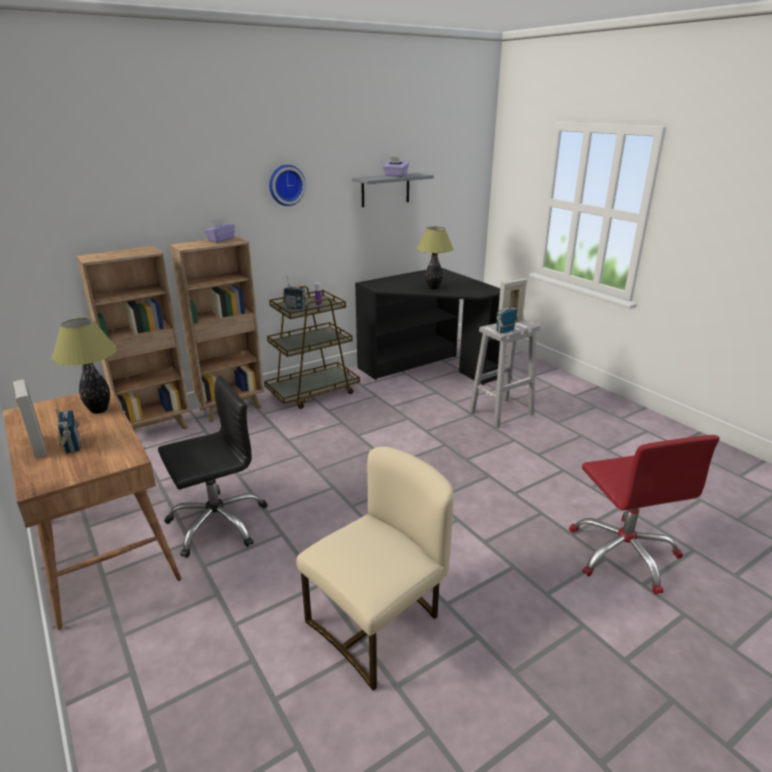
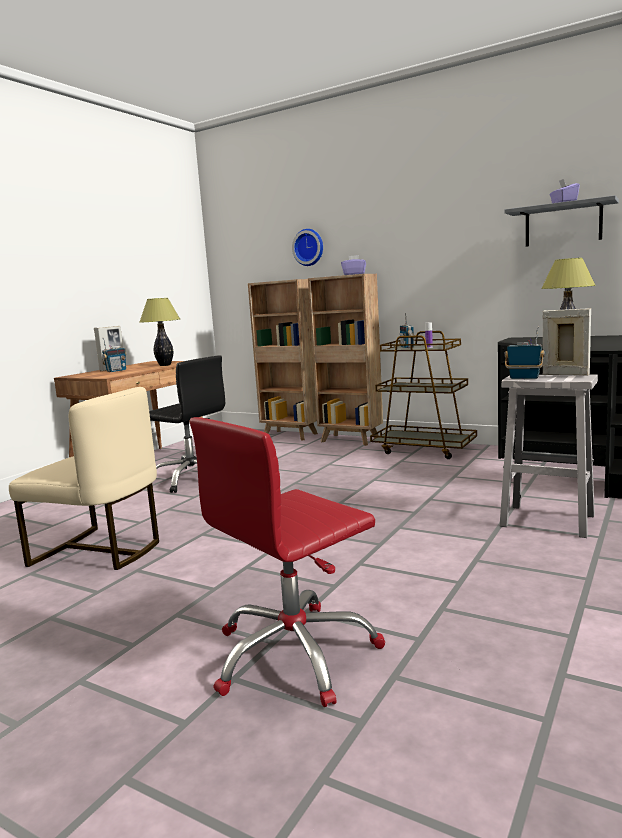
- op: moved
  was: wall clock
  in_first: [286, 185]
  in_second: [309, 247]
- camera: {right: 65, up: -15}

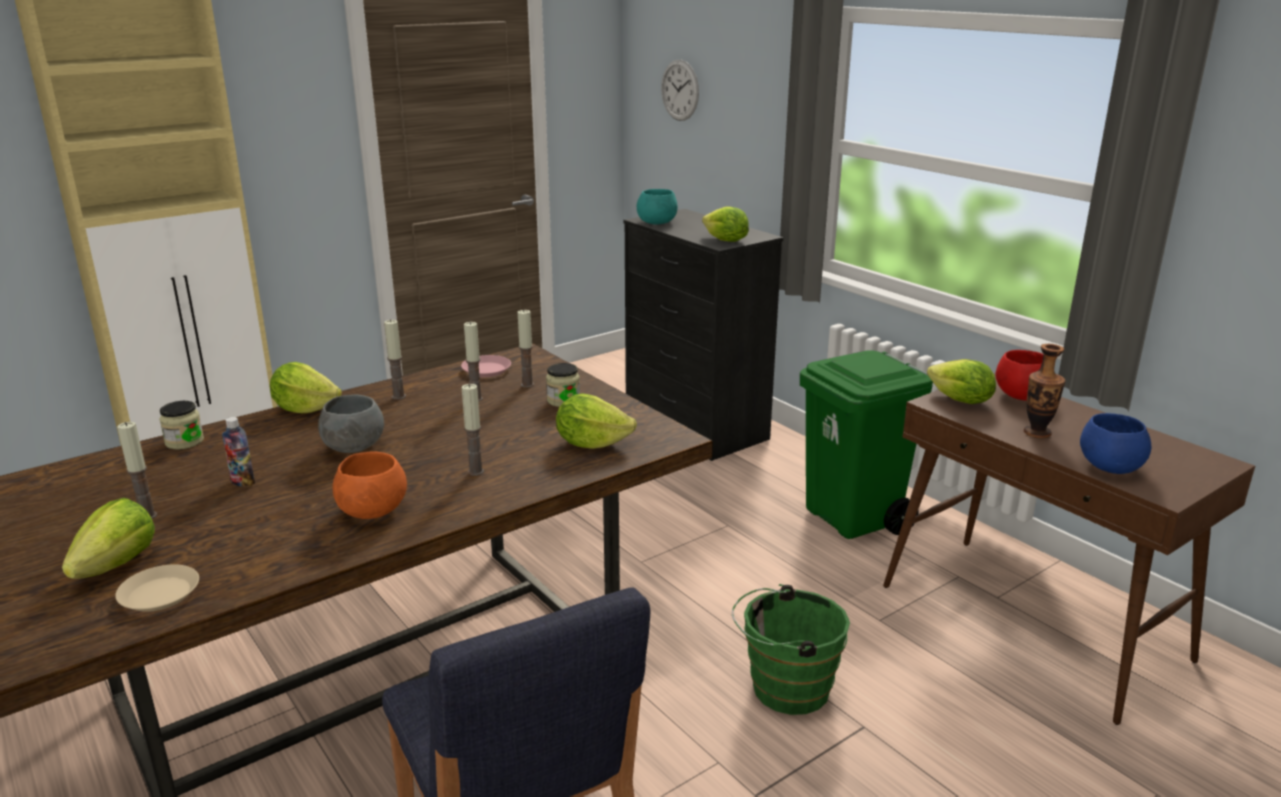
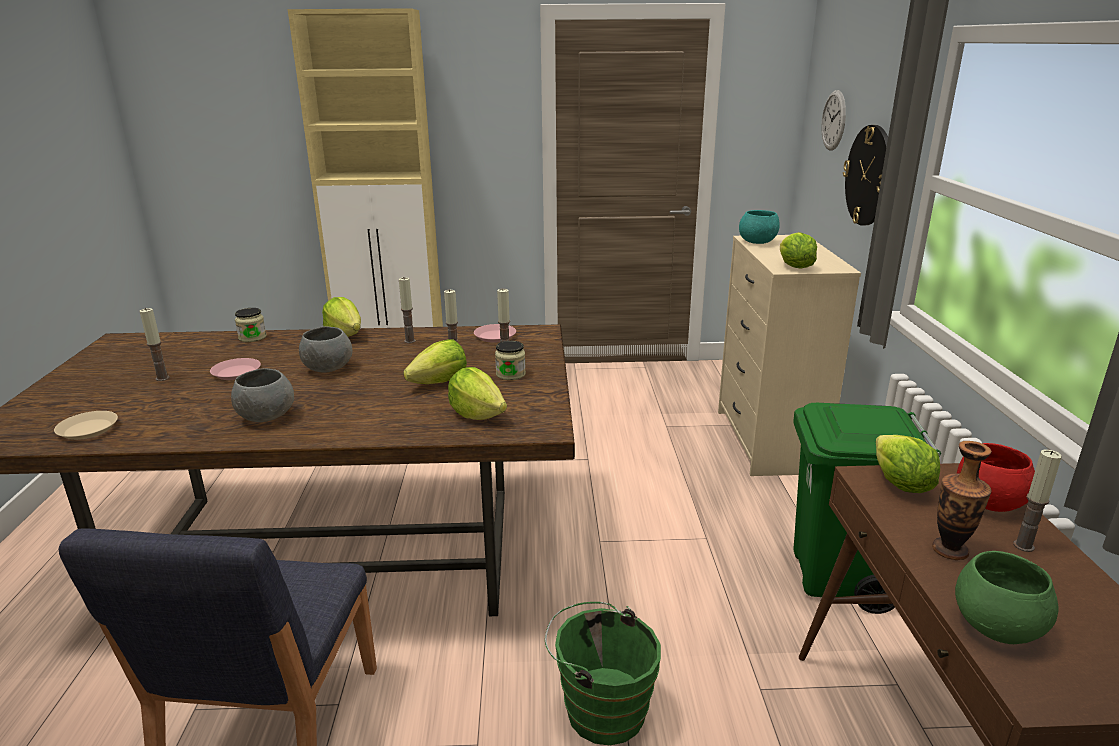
- op: added
  now: wall clock
  in_second: [869, 175]
- op: moved
  was: lettuce
  in_first: [117, 565]
  in_second: [439, 382]
- op: moved
  was: candle
  in_first: [476, 471]
  in_second: [1023, 546]
- op: replaced
  was: bottle
  now: pink plate
  in_first: [243, 482]
  in_second: [237, 373]
- op: recoloured
  was: orange bowl
  now: grey bowl
  in_first: [372, 511]
  in_second: [266, 417]
- op: recoloured
  was: black dresser
  now: beige dresser
  in_first: [694, 426]
  in_second: [767, 441]
- op: recoloured
  was: blue bowl
  now: green bowl
  in_first: [1110, 467]
  in_second: [997, 627]
- camera: {right: 35, up: 0}

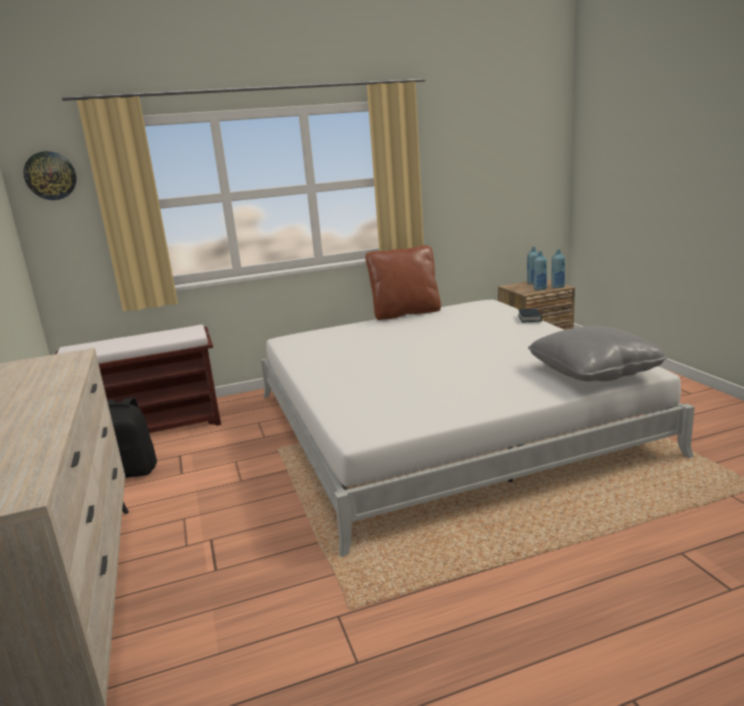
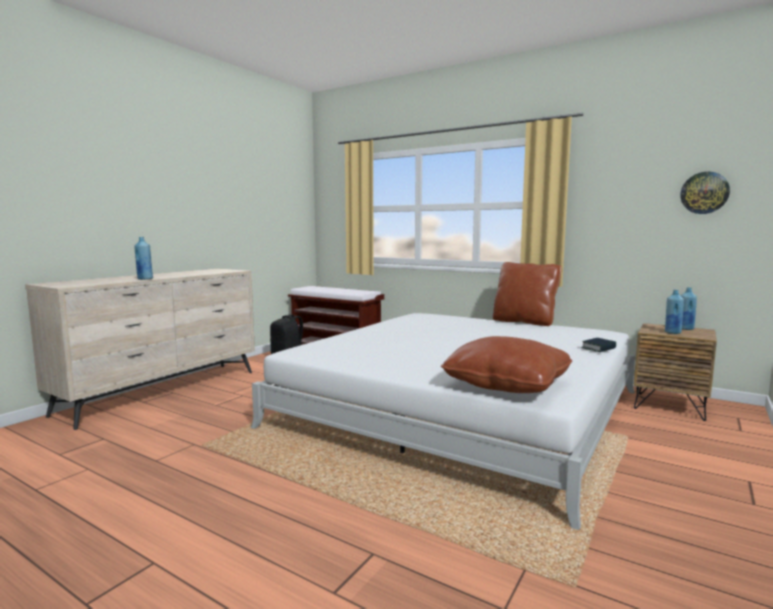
- op: moved
  was: wall clock
  in_first: [50, 175]
  in_second: [704, 193]
- op: moved
  was: blue bottle
  in_first: [557, 287]
  in_second: [145, 279]
- op: recoloured
  was: grey pillow
  now: brown pillow
  in_first: [593, 372]
  in_second: [506, 384]
- camera: {right: 50, up: -10}

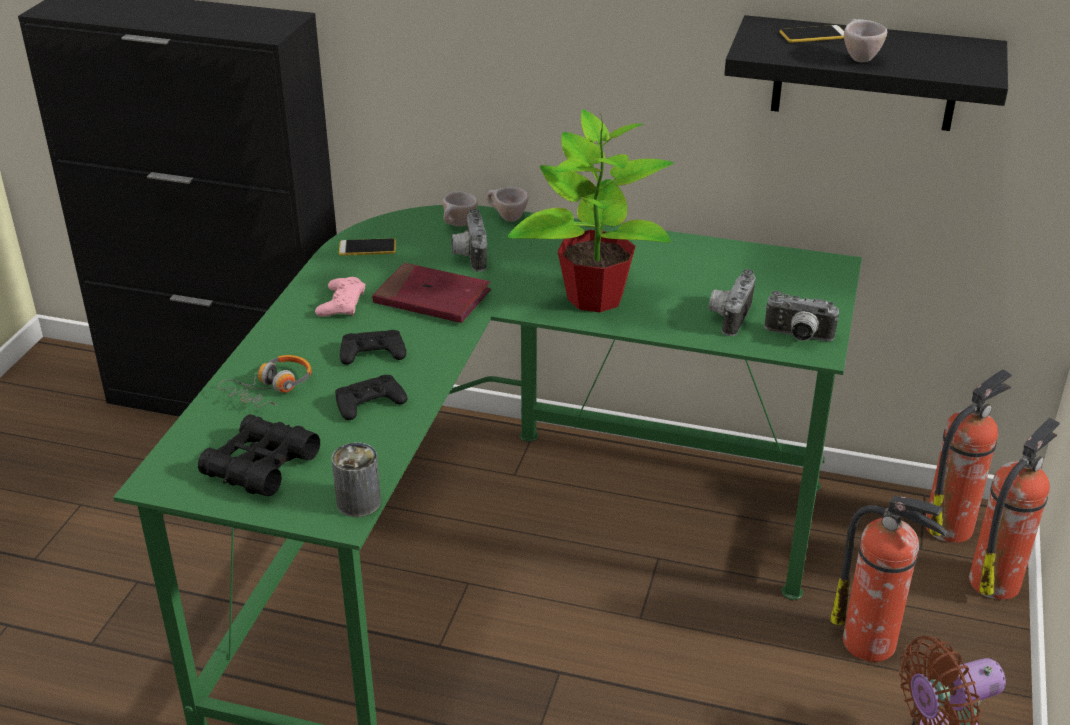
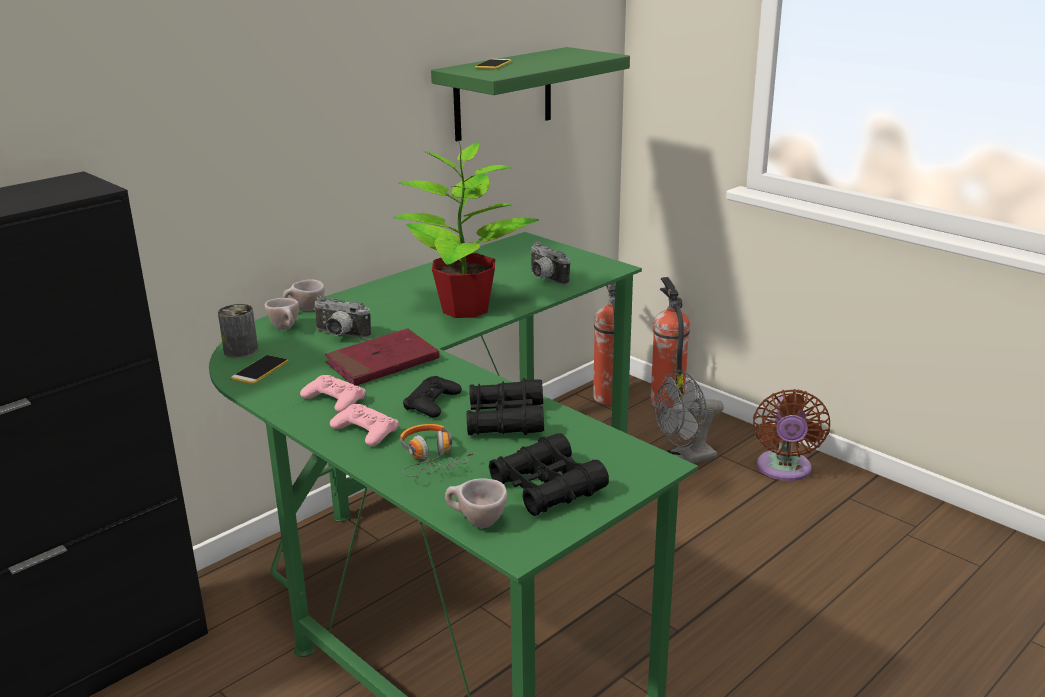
- op: removed
  was: photo camera
  in_first: [797, 337]
- op: added
  now: pink game controller
  in_second: [365, 431]
- op: moved
  was: can
  in_first: [358, 502]
  in_second: [241, 351]
- op: moved
  was: beige cup
  in_first: [857, 57]
  in_second: [476, 523]
- op: replaced
  was: black game controller
  now: black binoculars
  in_first: [369, 403]
  in_second: [505, 420]
- op: replaced
  was: fire extinguisher
  now: grey fan
  in_first: [872, 643]
  in_second: [685, 459]
- op: recoloured
  was: black shelf
  now: green shelf
  in_first: [865, 74]
  in_second: [503, 94]
- camera: {right: -60, up: -10}

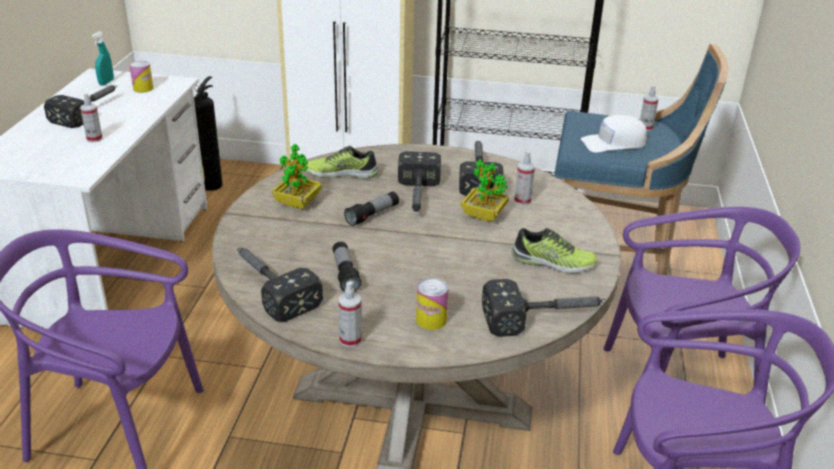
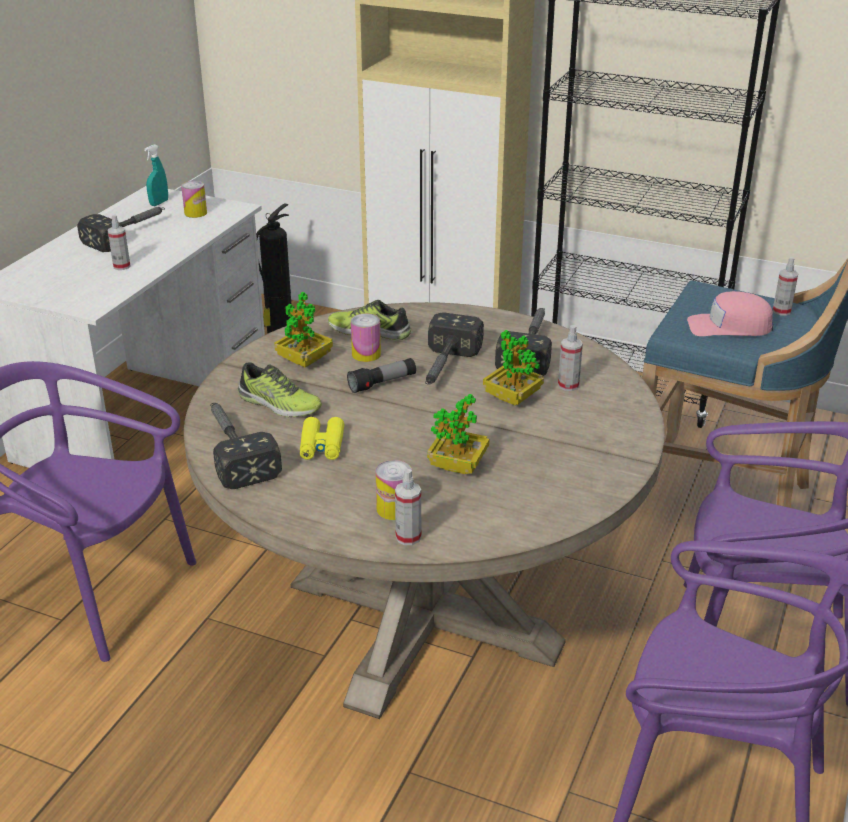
- op: removed
  was: hammer
  in_first: [545, 317]
- op: added
  now: can
  in_second: [366, 354]
- op: added
  now: potted plant
  in_second: [458, 466]
- op: moved
  was: spray bottle
  in_first: [350, 340]
  in_second: [408, 537]
- op: moved
  was: shoe
  in_first: [553, 262]
  in_second: [278, 404]
- op: replaced
  was: flashlight
  now: yellow binoculars
  in_first: [345, 274]
  in_second: [322, 445]
- op: recoloured
  was: white cap
  now: pink cap
  in_first: [614, 143]
  in_second: [729, 326]
- camera: {right: 15, up: 0}

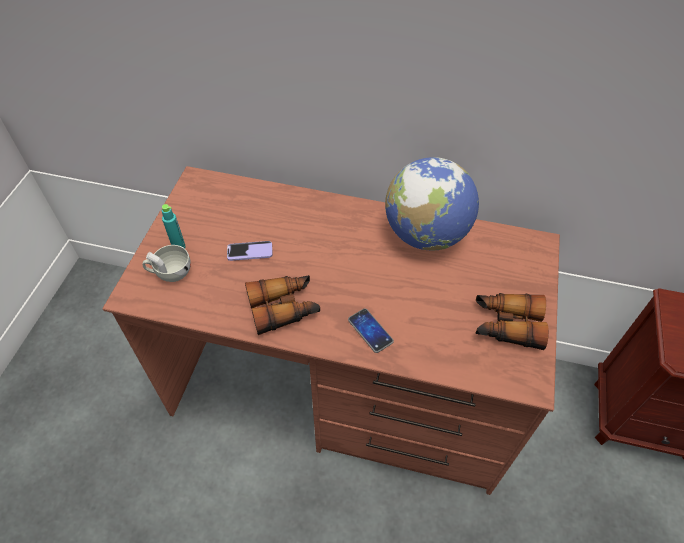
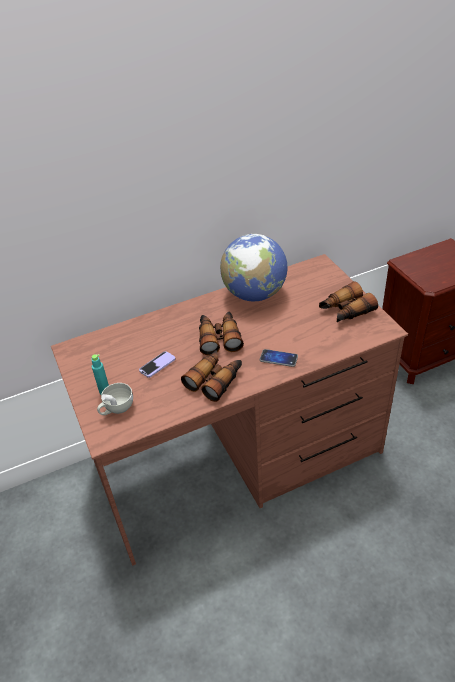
- op: added
  now: binoculars
  in_second: [219, 337]
- camera: {right: -35, up: -10}

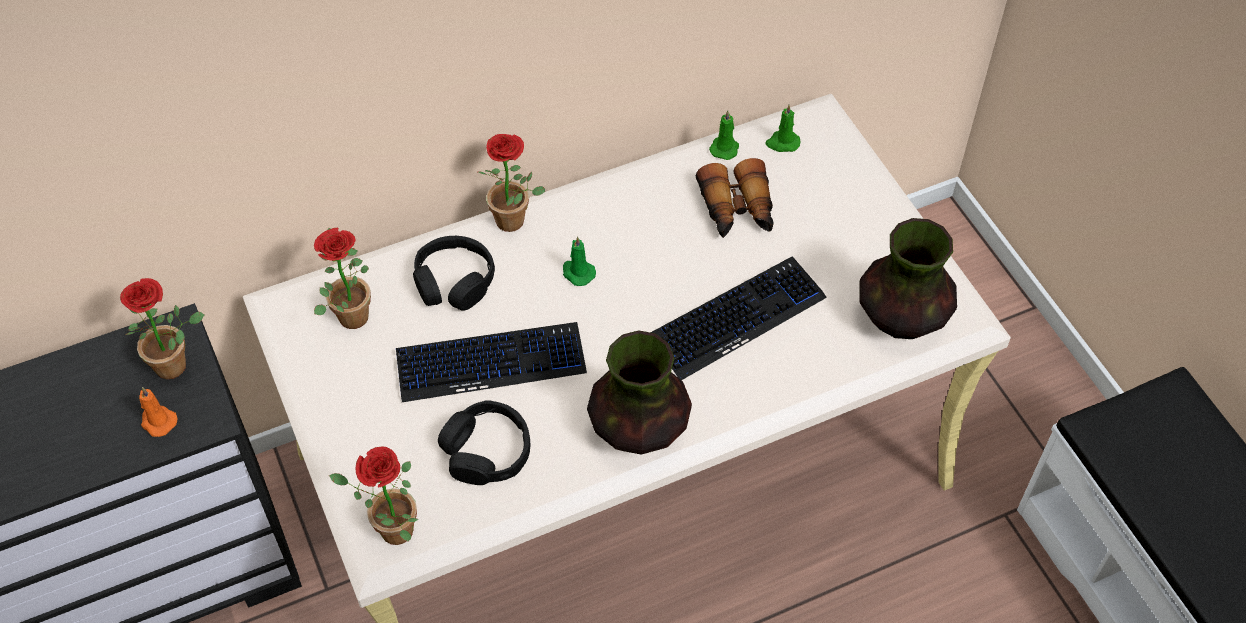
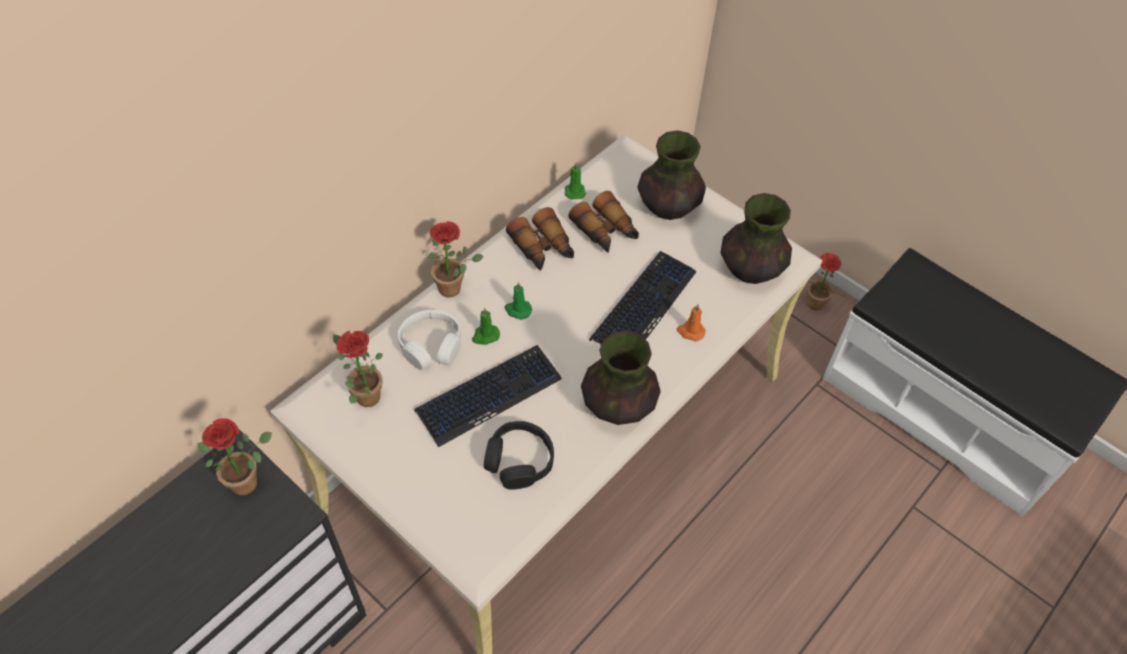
- op: added
  now: binoculars
  in_second: [543, 249]
- op: added
  now: vase
  in_second: [668, 207]
- op: moved
  was: orange candle
  in_first: [158, 421]
  in_second: [690, 331]
- op: moved
  was: potted plant
  in_first: [389, 531]
  in_second: [811, 305]
- op: moved
  was: green candle
  in_first: [782, 143]
  in_second: [485, 336]
- op: recoloured
  was: black headphones
  now: white headphones
  in_first: [454, 281]
  in_second: [431, 345]
- camera: {right: -25, up: 0}

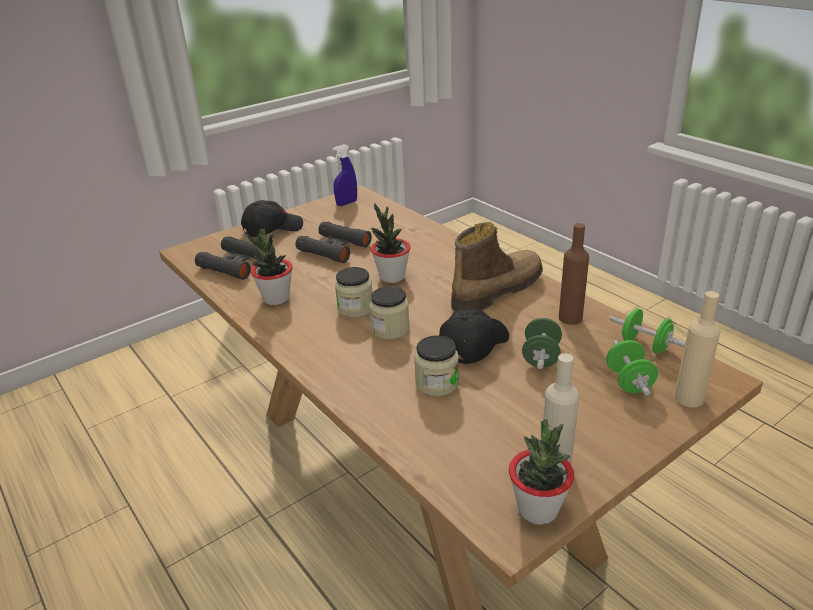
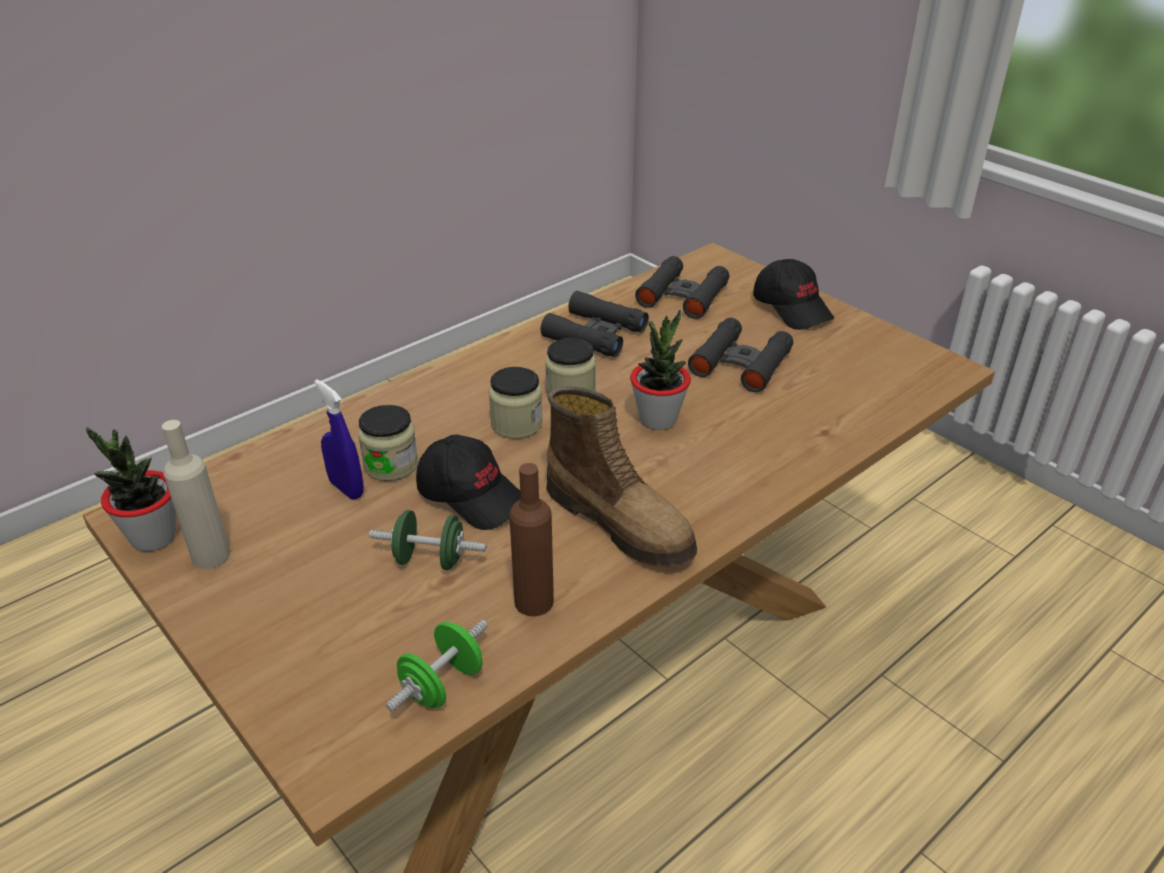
- op: removed
  was: green dumbbell
  in_first: [629, 382]
- op: removed
  was: beige bottle
  in_first: [689, 398]
- op: moved
  was: blue spray bottle
  in_first: [346, 203]
  in_second: [346, 488]
- op: replaced
  was: potted plant
  now: black binoculars
  in_first: [276, 299]
  in_second: [595, 334]
- camera: {right: 85, up: 5}

